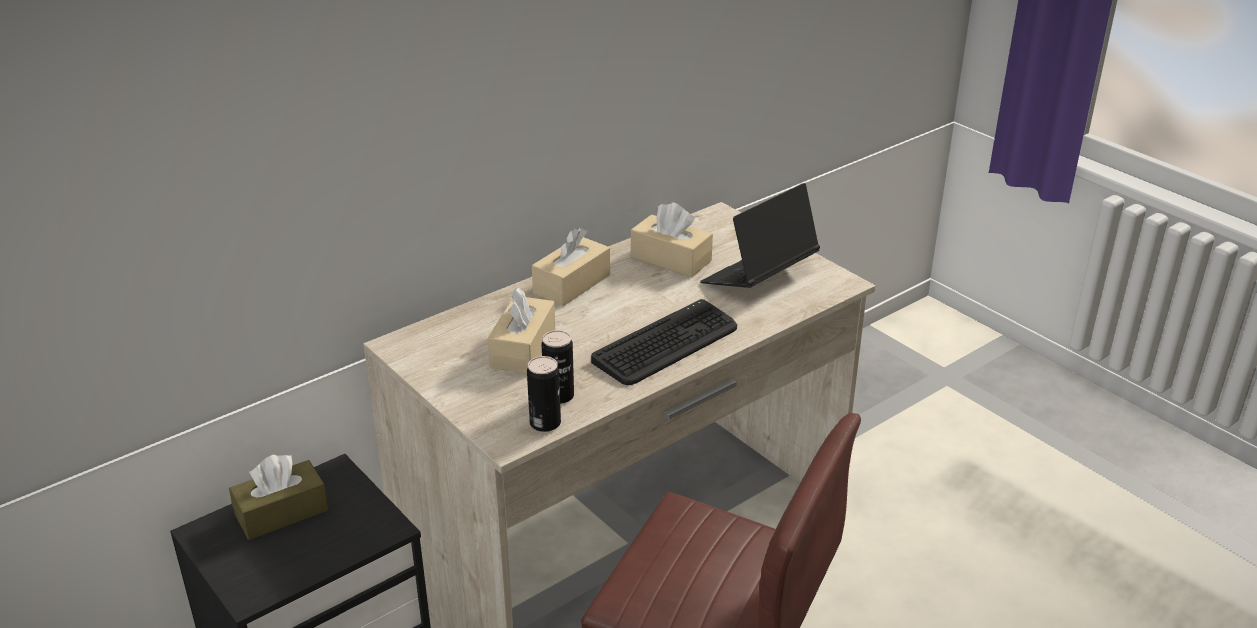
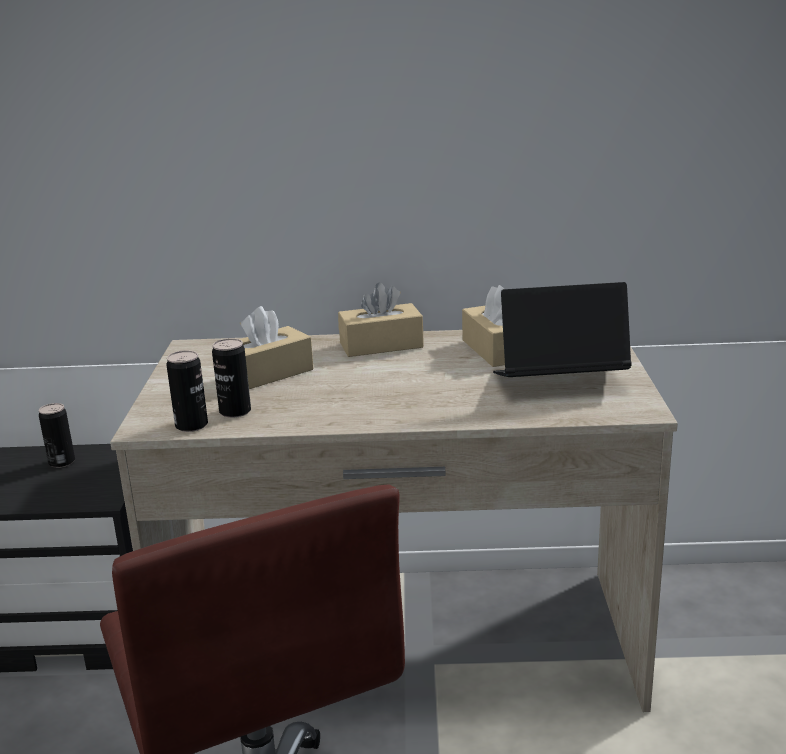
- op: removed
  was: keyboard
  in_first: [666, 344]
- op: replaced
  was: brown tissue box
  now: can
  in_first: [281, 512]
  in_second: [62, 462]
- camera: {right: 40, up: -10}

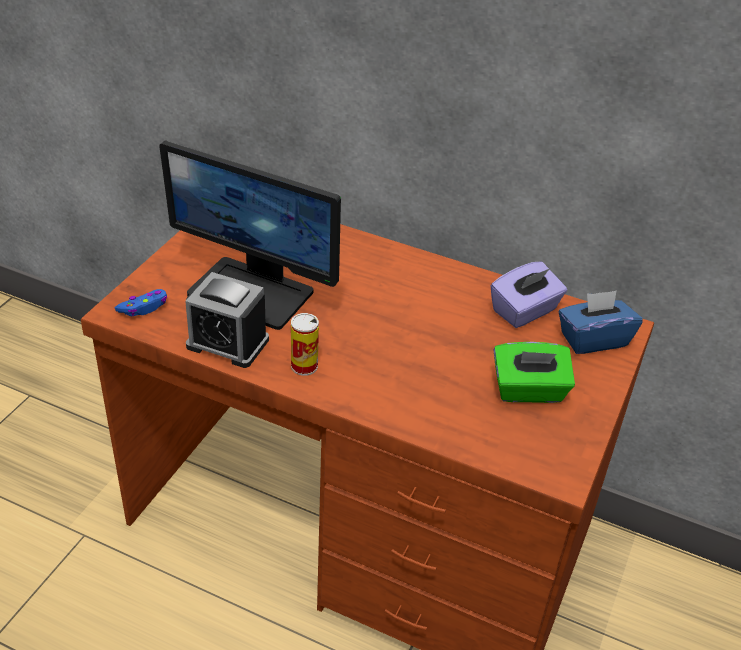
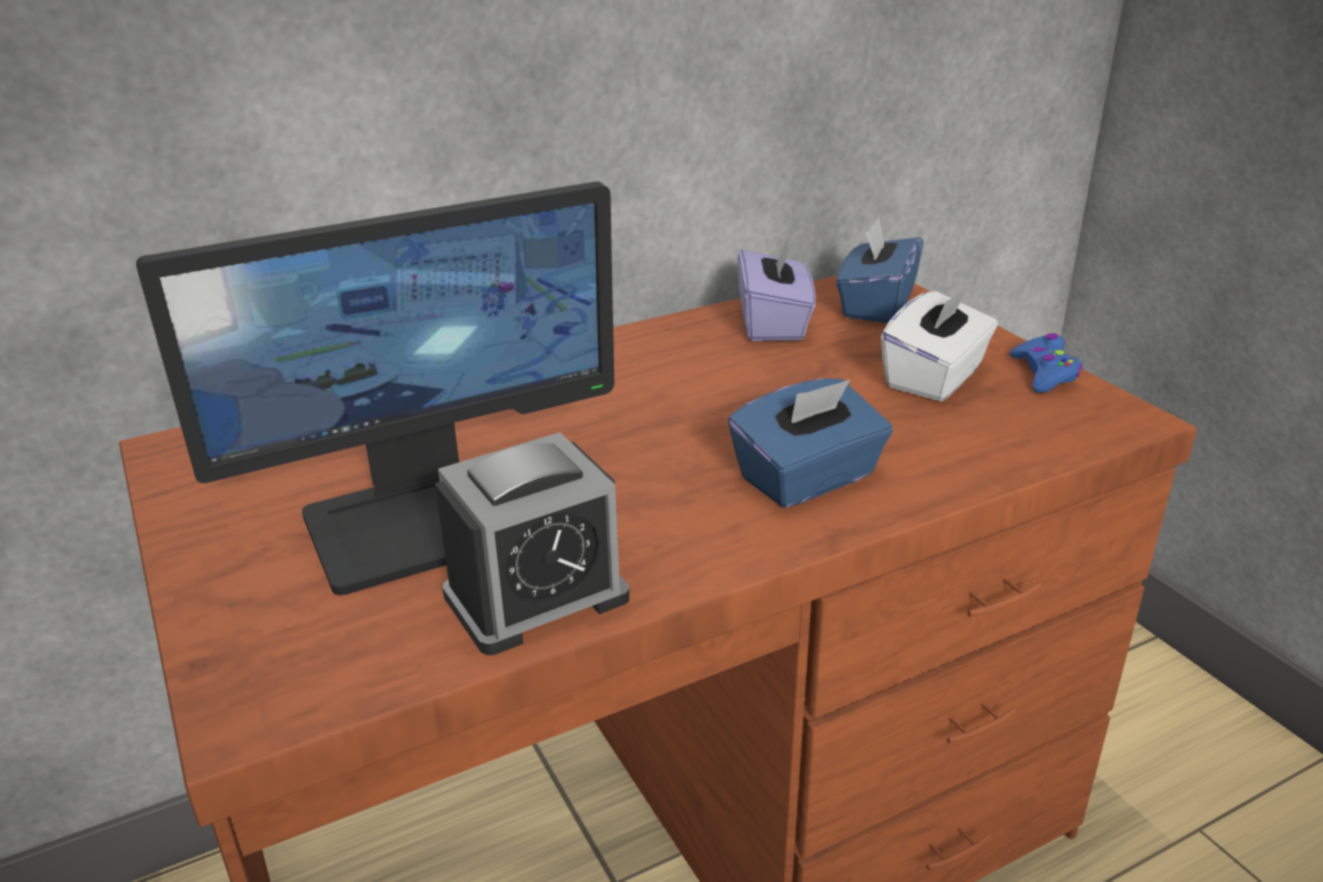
- op: removed
  was: can
  in_first: [304, 366]
- op: added
  now: blue tissue box
  in_second: [808, 479]
- op: moved
  was: blue game controller
  in_first: [144, 307]
  in_second: [1044, 373]
- op: recoloured
  was: green tissue box
  now: white tissue box
  in_first: [529, 391]
  in_second: [935, 377]
- camera: {right: -50, up: -10}

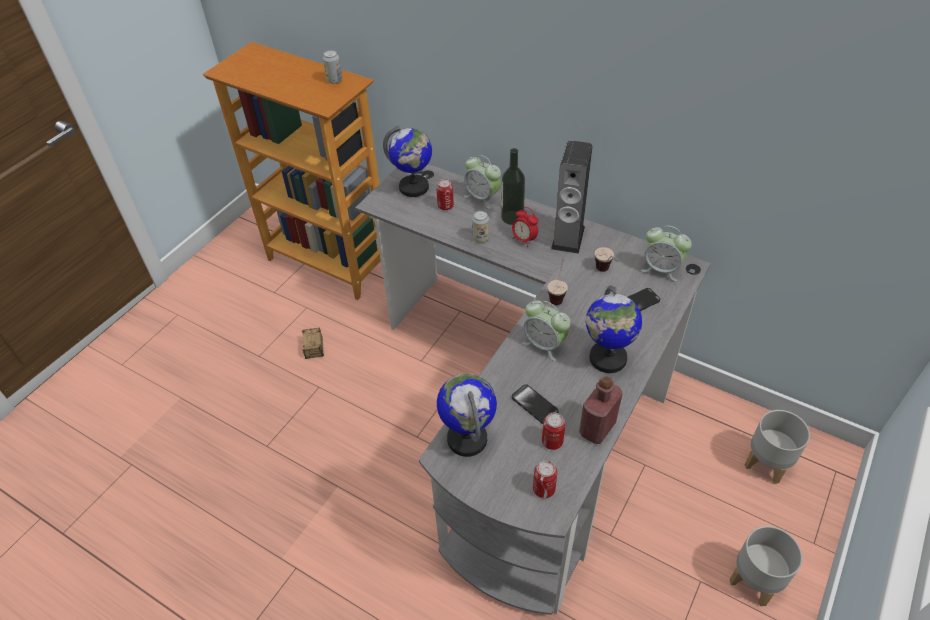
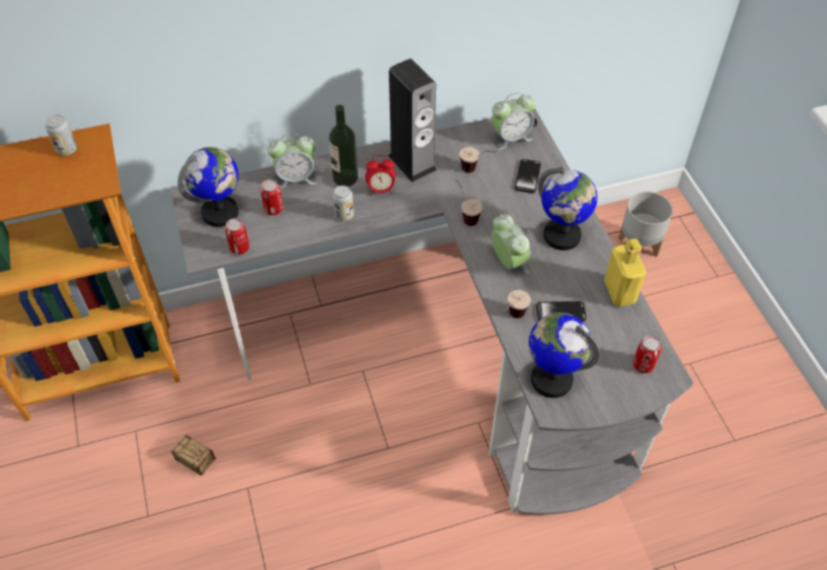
- op: removed
  was: grey planter
  in_first: [755, 580]
- op: added
  now: cup
  in_second: [512, 318]
- op: moved
  was: can
  in_first: [552, 441]
  in_second: [239, 248]
- op: recoloured
  was: red bottle
  now: yellow bottle
  in_first: [597, 428]
  in_second: [619, 292]
- op: turned
  was: alarm clock
  in_first: [544, 345]
  in_second: [508, 262]
  clockwise: -105
- camera: {right: -50, up: 5}

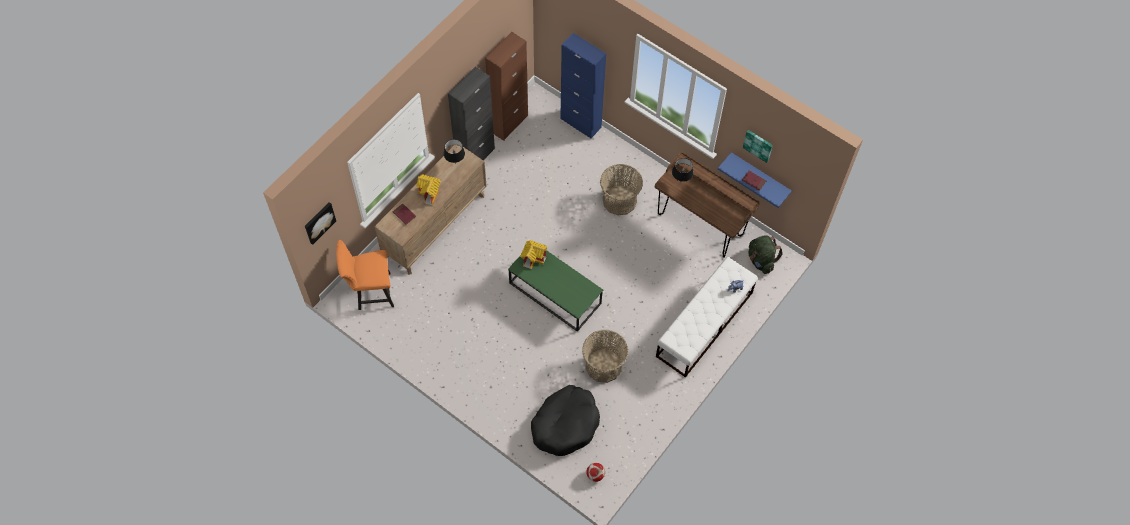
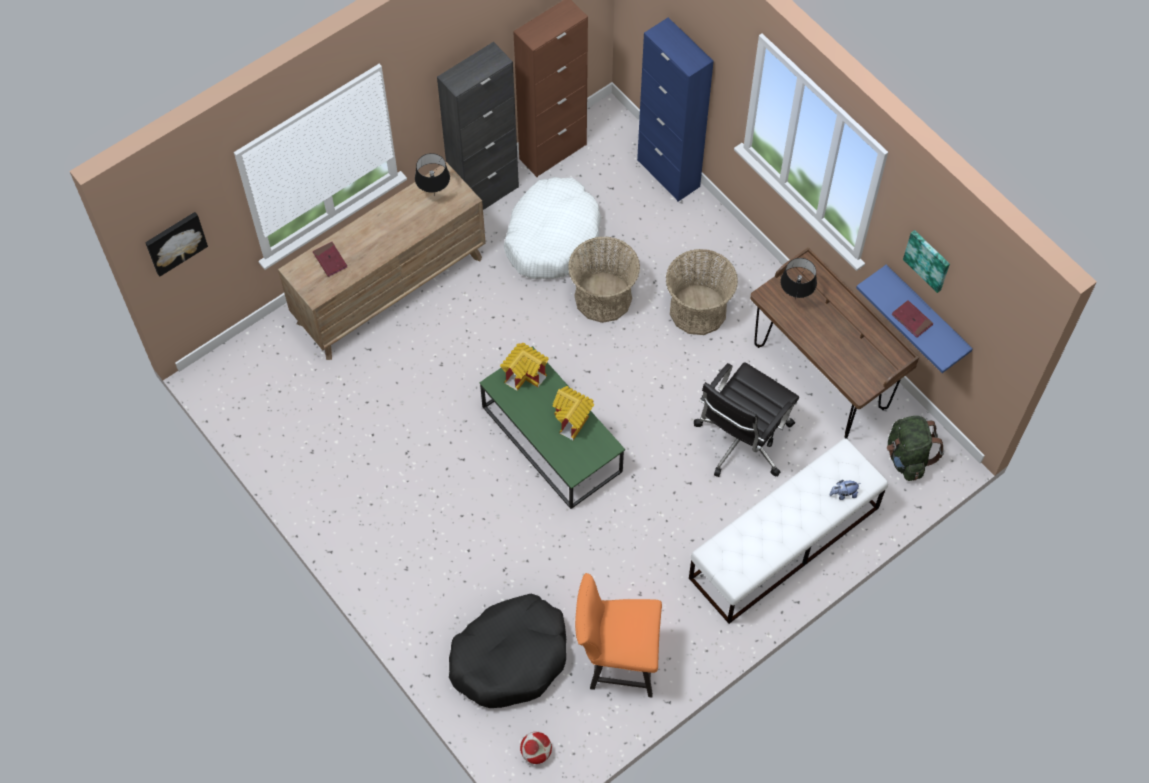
- op: added
  now: white dog bed
  in_second: [552, 236]
- op: added
  now: black office chair
  in_second: [741, 441]
- op: moved
  was: orange chair
  in_first: [371, 292]
  in_second: [616, 661]
- op: moved
  was: toy house
  in_first: [430, 195]
  in_second: [573, 421]
- op: moved
  was: basket
  in_first: [603, 365]
  in_second: [603, 297]
- camera: {right: 15, up: 0}

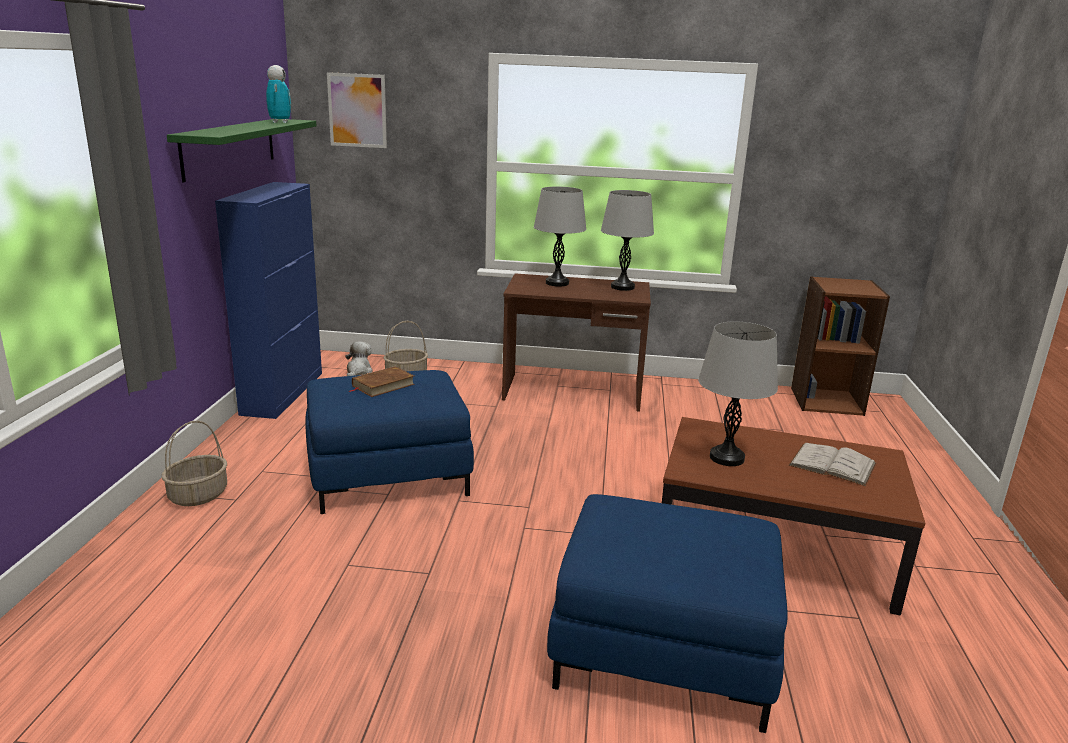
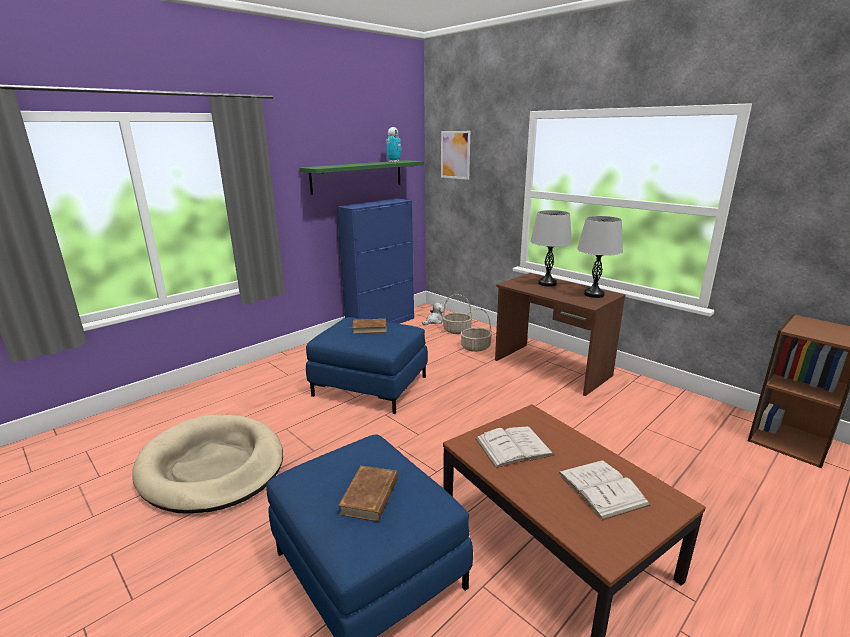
- op: added
  now: beige dog bed
  in_second: [212, 467]
- op: added
  now: brown book
  in_second: [370, 496]
- op: moved
  was: basket
  in_first: [198, 496]
  in_second: [475, 347]
- op: replaced
  was: grey table lamp
  now: white book
  in_first: [726, 458]
  in_second: [513, 446]
- camera: {right: 40, up: 0}

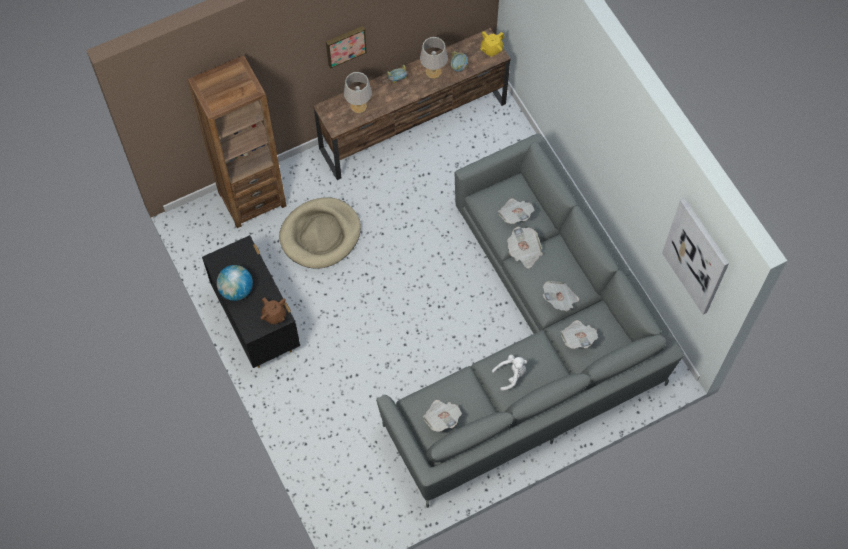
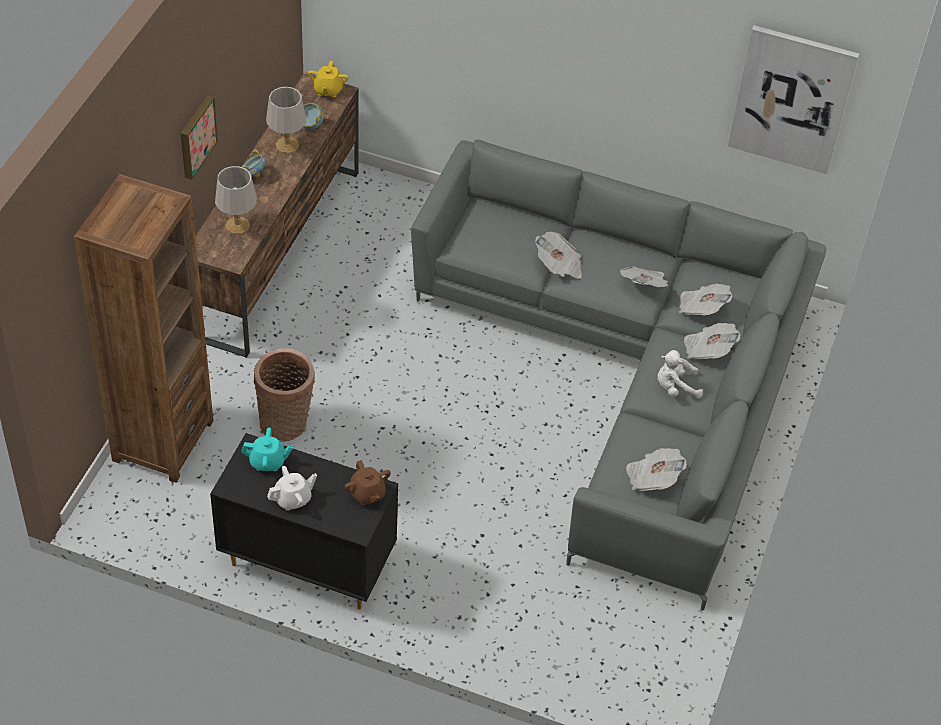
- op: added
  now: turquoise teapot
  in_second: [268, 462]
- op: moved
  was: newspaper
  in_first: [515, 215]
  in_second: [708, 350]
- op: replaced
  was: globe
  now: white teapot
  in_first: [236, 290]
  in_second: [293, 499]
- op: replaced
  was: beige dog bed
  now: basket
  in_first: [320, 235]
  in_second: [286, 424]
- op: turned
  was: brown teapot
  in_first: [274, 315]
  in_second: [367, 494]
  clockwise: 60
- op: turned
  was: white plush toy
  in_first: [511, 374]
  in_second: [675, 387]
  clockwise: -120
- camera: {right: -45, up: -15}

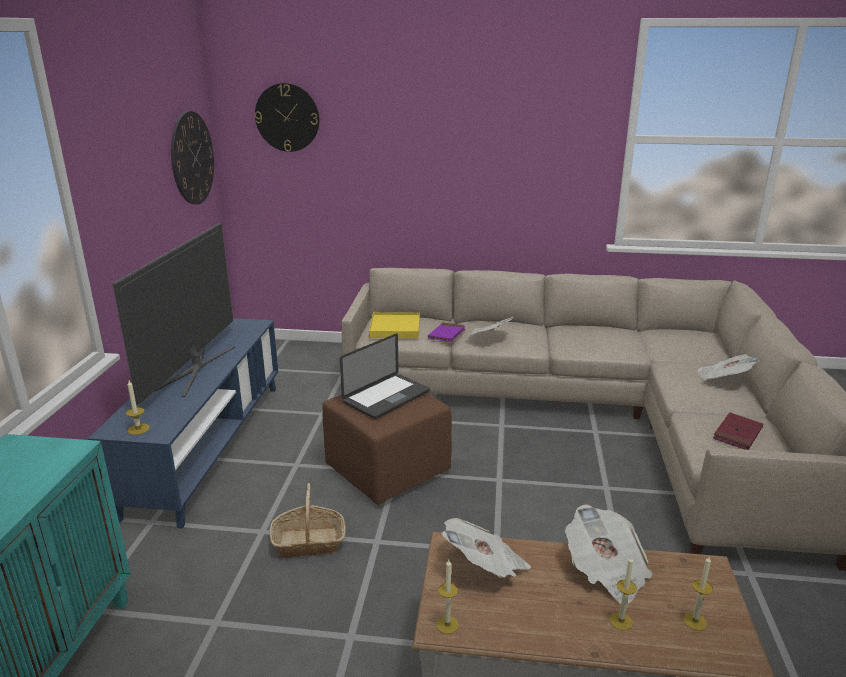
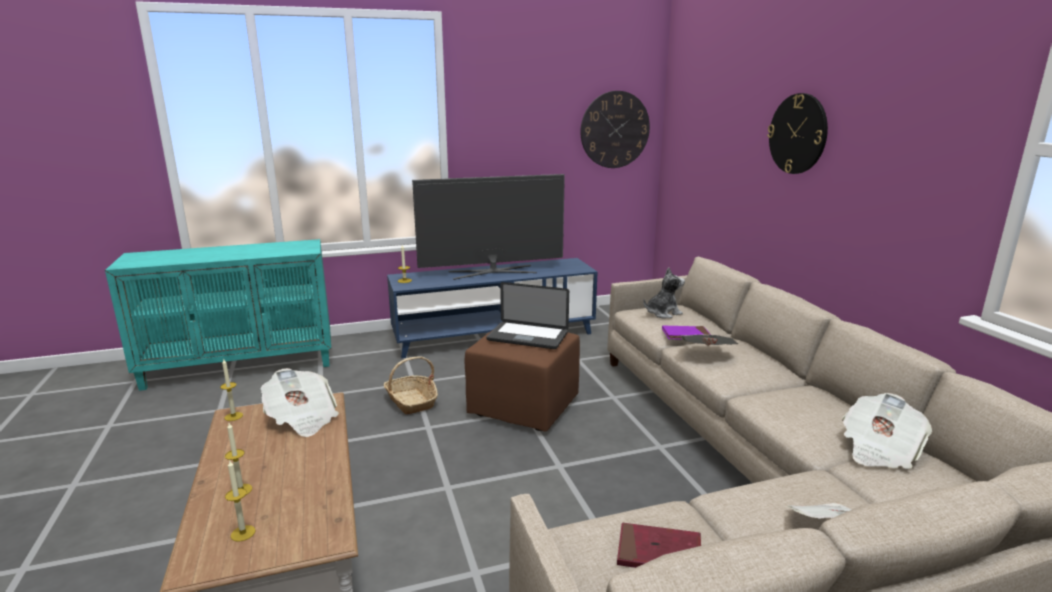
- op: moved
  was: wall clock
  in_first: [287, 117]
  in_second: [798, 134]
- op: moved
  was: newspaper
  in_first: [606, 571]
  in_second: [879, 450]
- op: replaced
  was: yellow tray
  now: plush toy
  in_first: [395, 328]
  in_second: [662, 313]
- camera: {right: 65, up: -5}

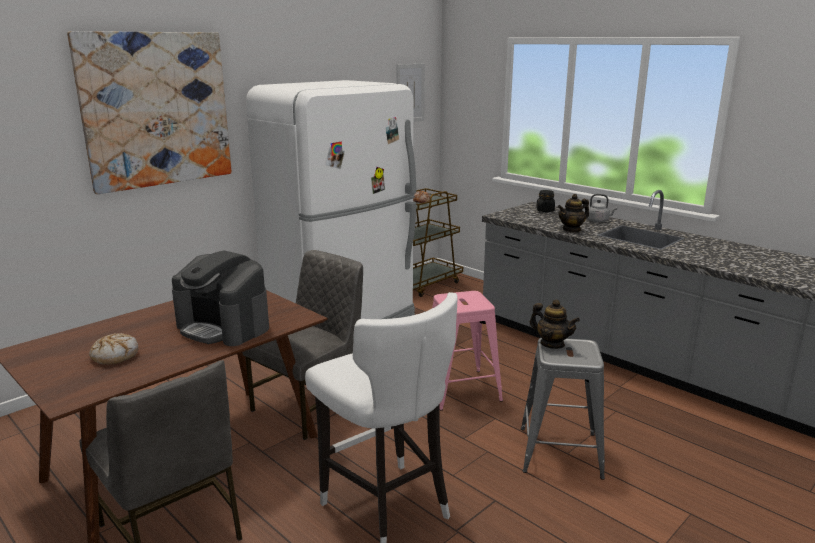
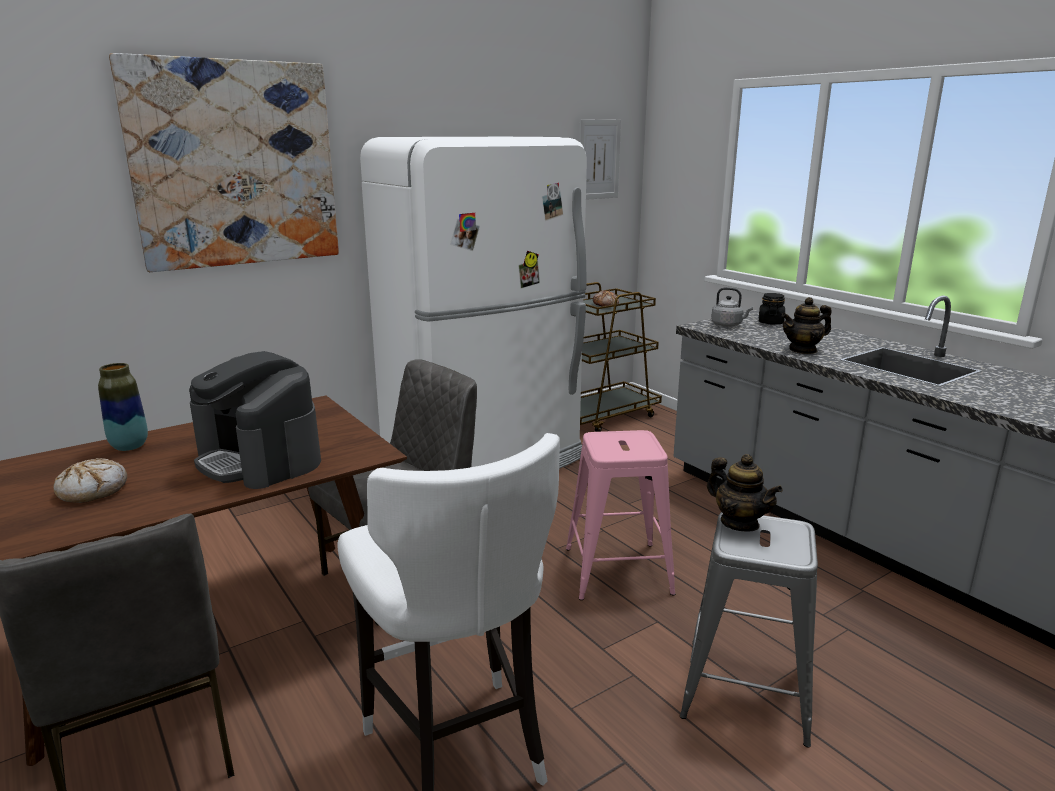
- op: added
  now: vase
  in_second: [129, 446]
- op: moved
  was: grey kettle
  in_first: [598, 221]
  in_second: [728, 325]
- camera: {right: 10, up: 0}

